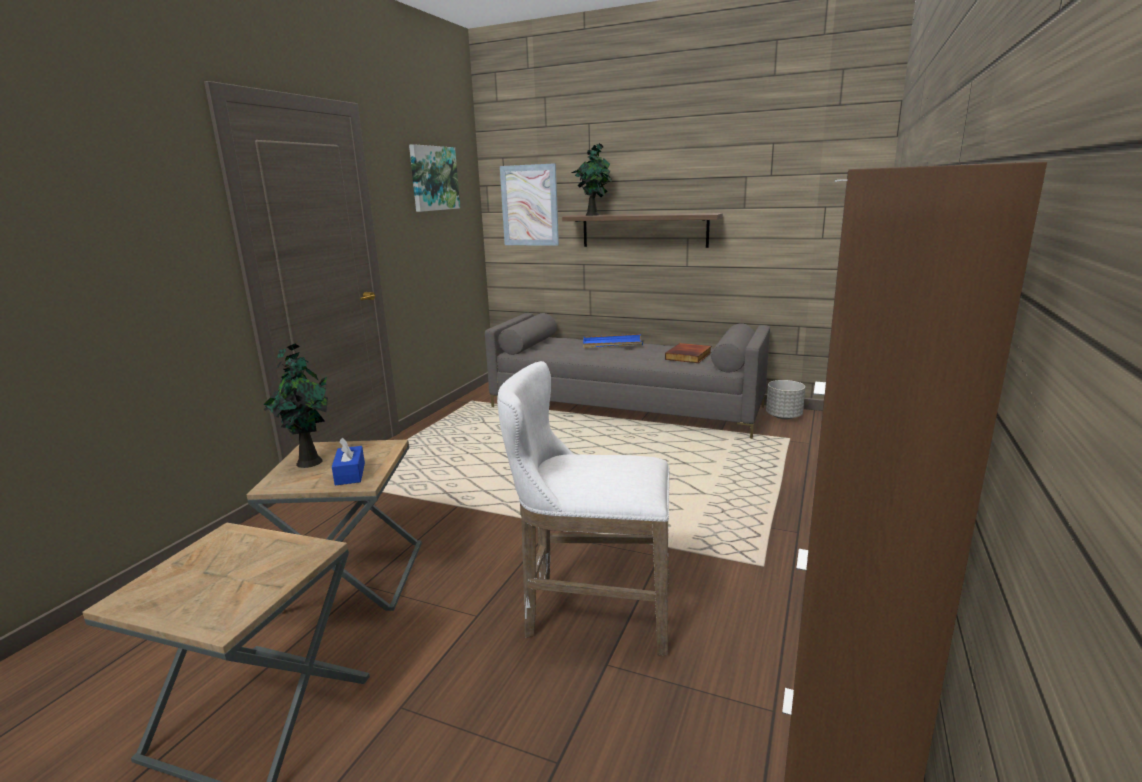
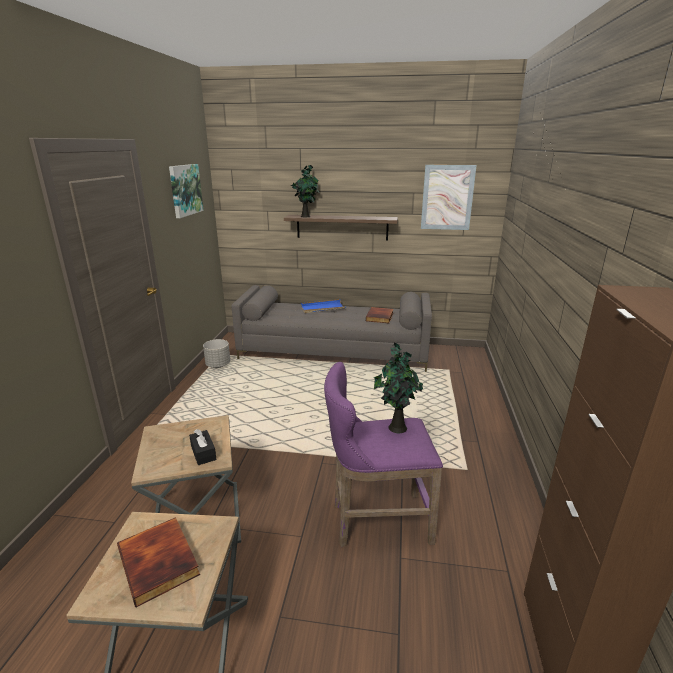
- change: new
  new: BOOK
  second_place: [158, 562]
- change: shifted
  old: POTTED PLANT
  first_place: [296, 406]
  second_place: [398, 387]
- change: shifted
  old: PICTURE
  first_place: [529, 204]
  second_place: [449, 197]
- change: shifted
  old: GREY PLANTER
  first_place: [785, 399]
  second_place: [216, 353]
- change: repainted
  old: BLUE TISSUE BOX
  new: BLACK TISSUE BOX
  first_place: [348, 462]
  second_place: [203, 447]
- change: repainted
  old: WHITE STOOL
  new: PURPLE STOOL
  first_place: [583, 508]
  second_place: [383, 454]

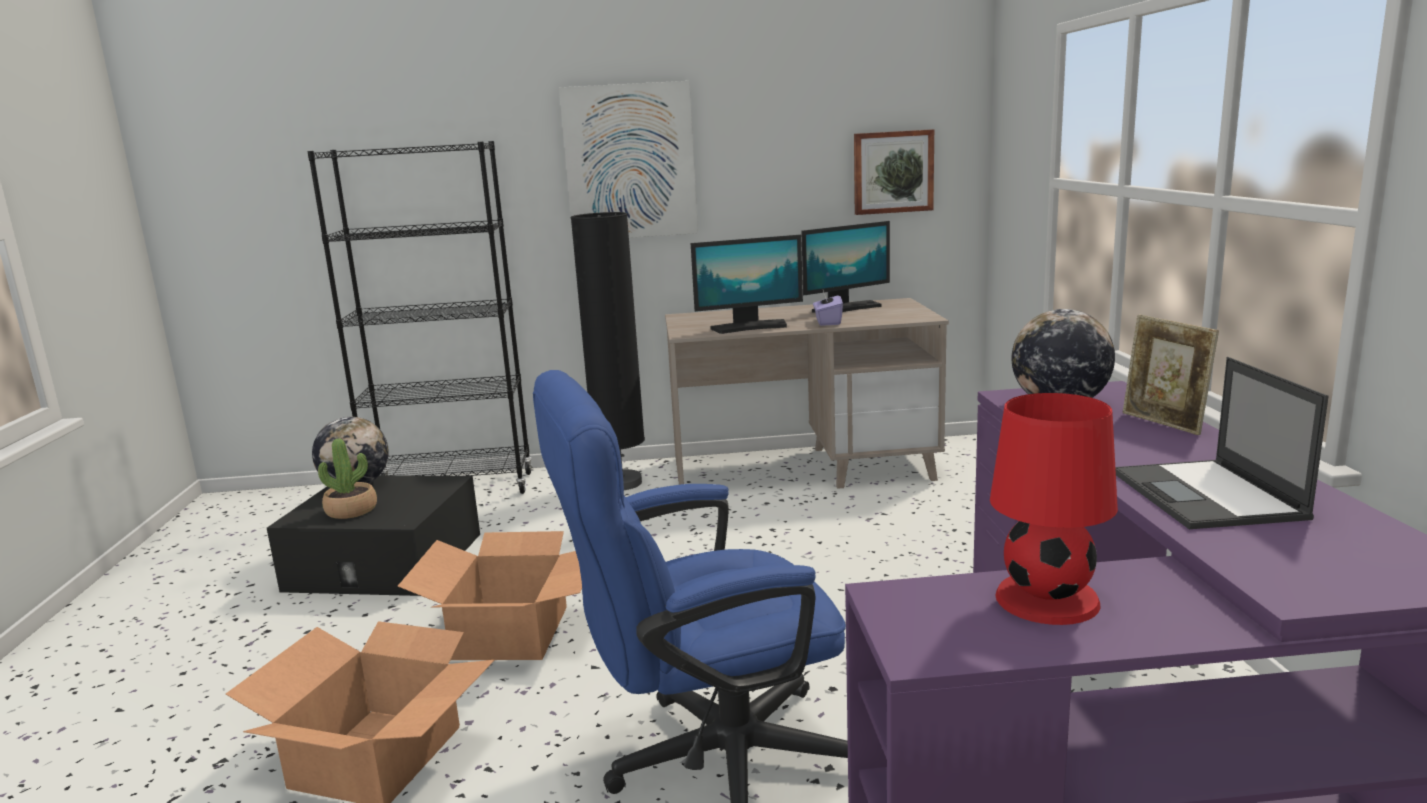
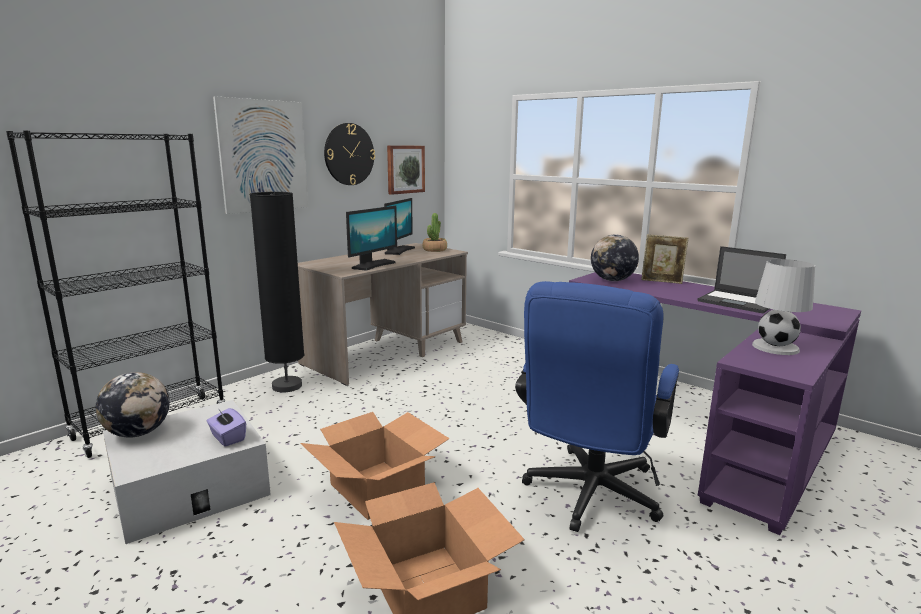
- change: new
  new: WALL CLOCK
  second_place: [349, 154]
- change: shifted
  old: POTTED PLANT
  first_place: [347, 479]
  second_place: [435, 232]
- change: shifted
  old: PURPLE TISSUE BOX
  first_place: [828, 308]
  second_place: [226, 427]
- change: repainted
  old: BLACK STORAGE BOX
  new: WHITE STORAGE BOX
  first_place: [373, 536]
  second_place: [187, 472]
- change: repainted
  old: RED TABLE LAMP
  new: WHITE TABLE LAMP
  first_place: [1054, 509]
  second_place: [783, 307]

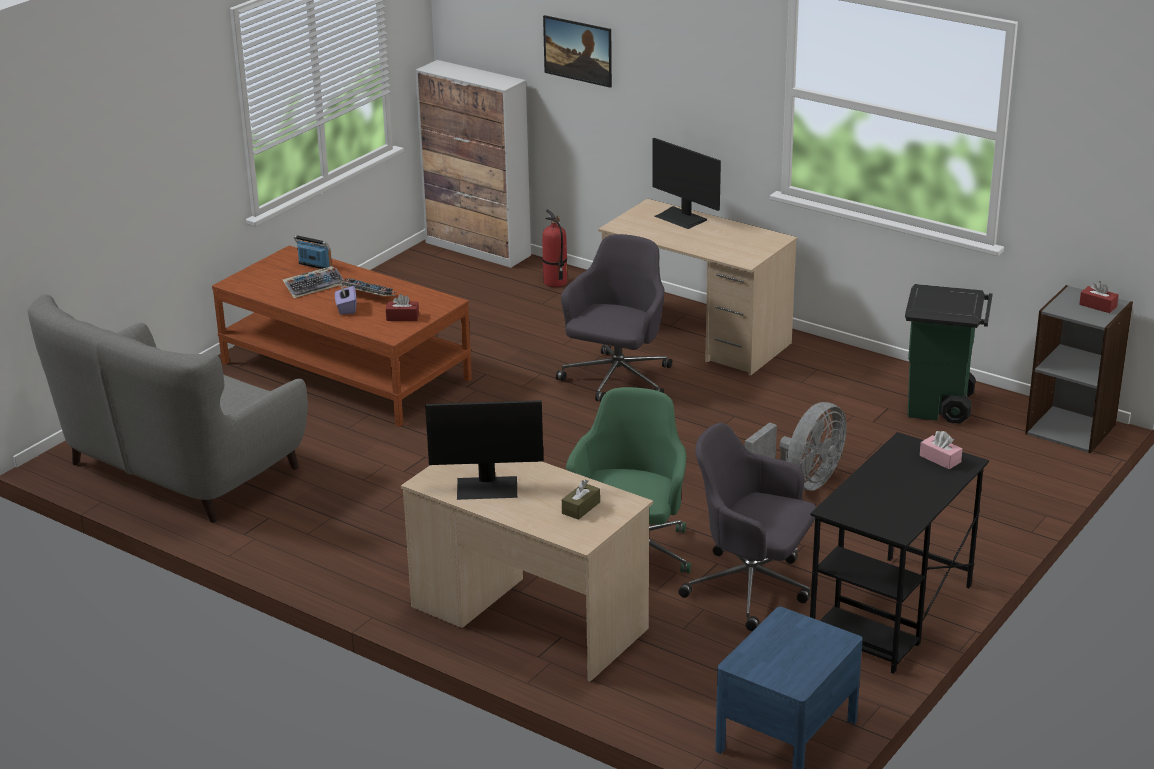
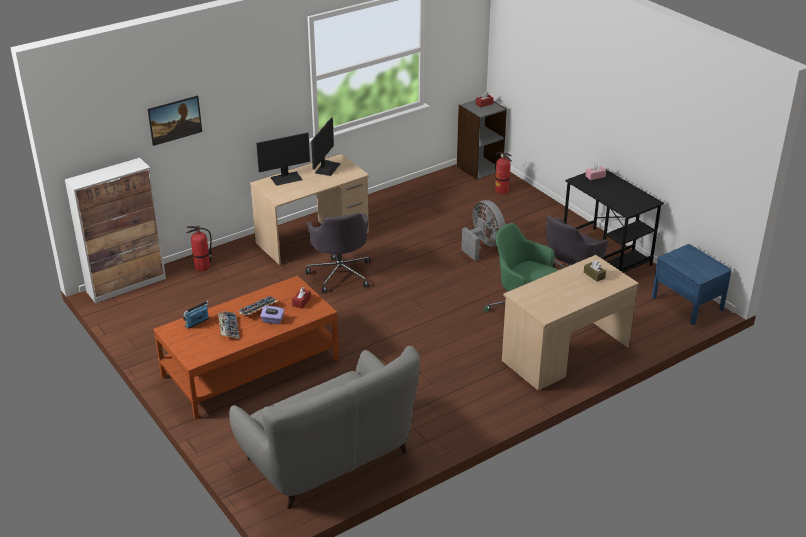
- change: gone
  old: GREEN TRASH CAN
  first_place: [949, 354]
- change: new
  new: FIRE EXTINGUISHER
  second_place: [503, 173]
- change: shifted
  old: MONITOR
  first_place: [484, 450]
  second_place: [326, 146]
- change: rotated
  old: GREY OFFICE CHAIR
  first_place: [614, 317]
  second_place: [338, 253]
  degrees: -150

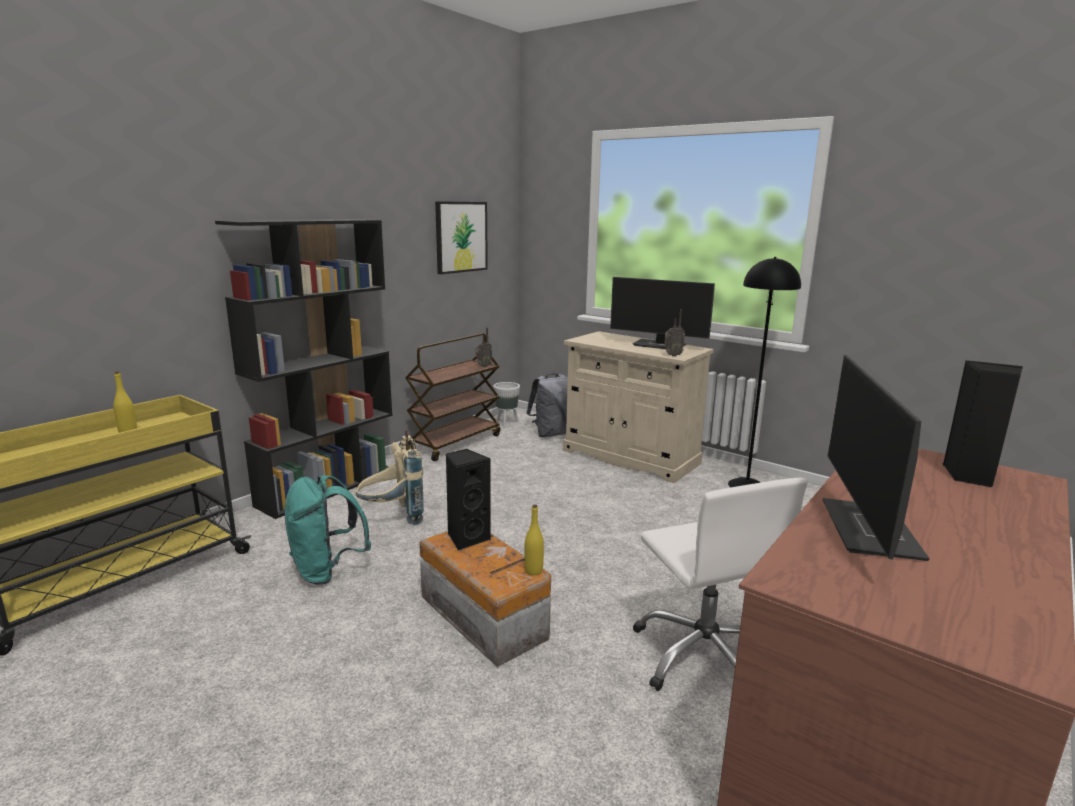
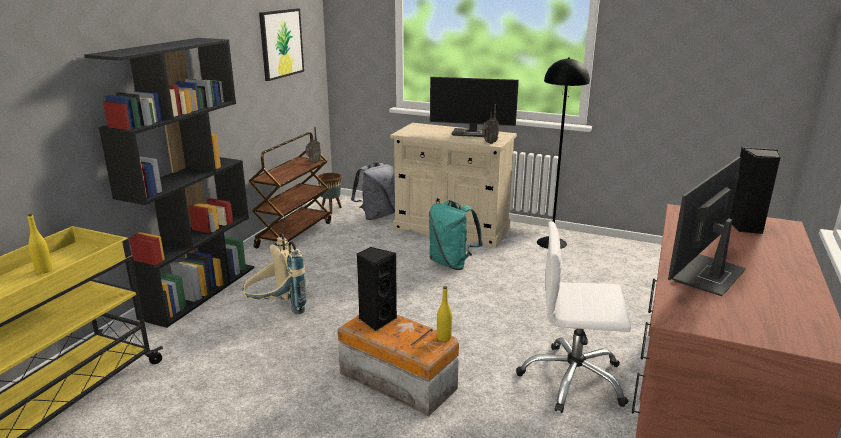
- change: shifted
  old: TURQUOISE BACKPACK
  first_place: [327, 530]
  second_place: [456, 235]
- change: repainted
  old: WHITE PLANTER
  new: BROWN PLANTER
  first_place: [507, 404]
  second_place: [330, 193]
- change: rotated
  old: WHITE OFFICE CHAIR
  first_place: [720, 584]
  second_place: [573, 317]
  degrees: 135
- change: rotated
  old: MONITOR
  first_place: [876, 458]
  second_place: [707, 226]
  degrees: 45

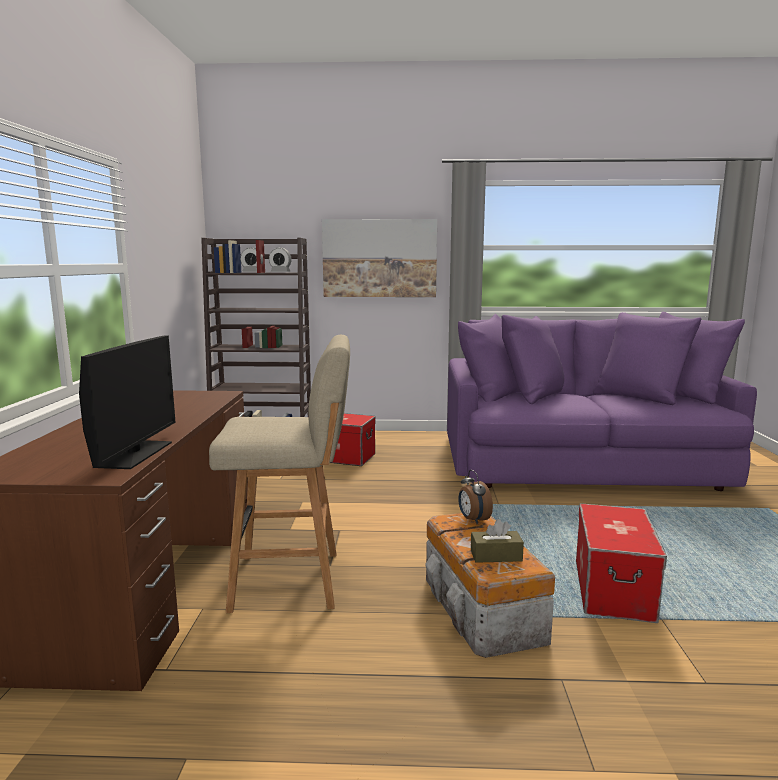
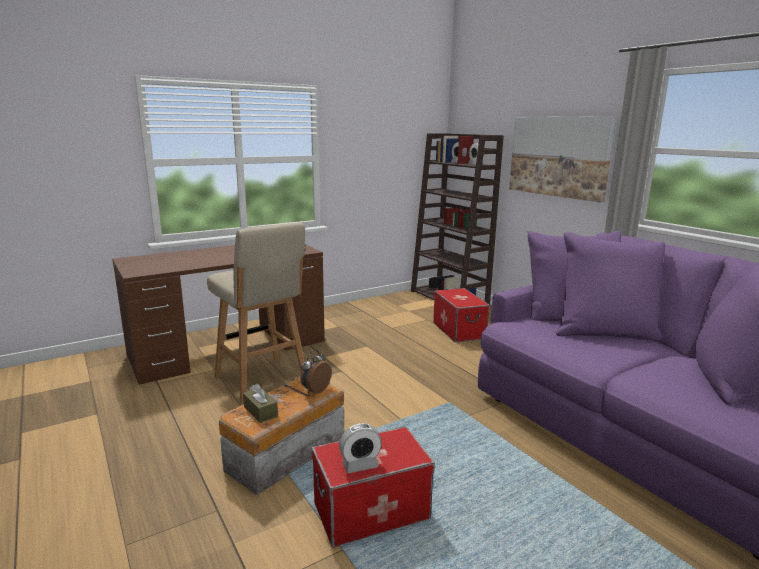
- change: gone
  old: MONITOR
  first_place: [127, 402]
- change: new
  new: ALARM CLOCK
  second_place: [360, 448]

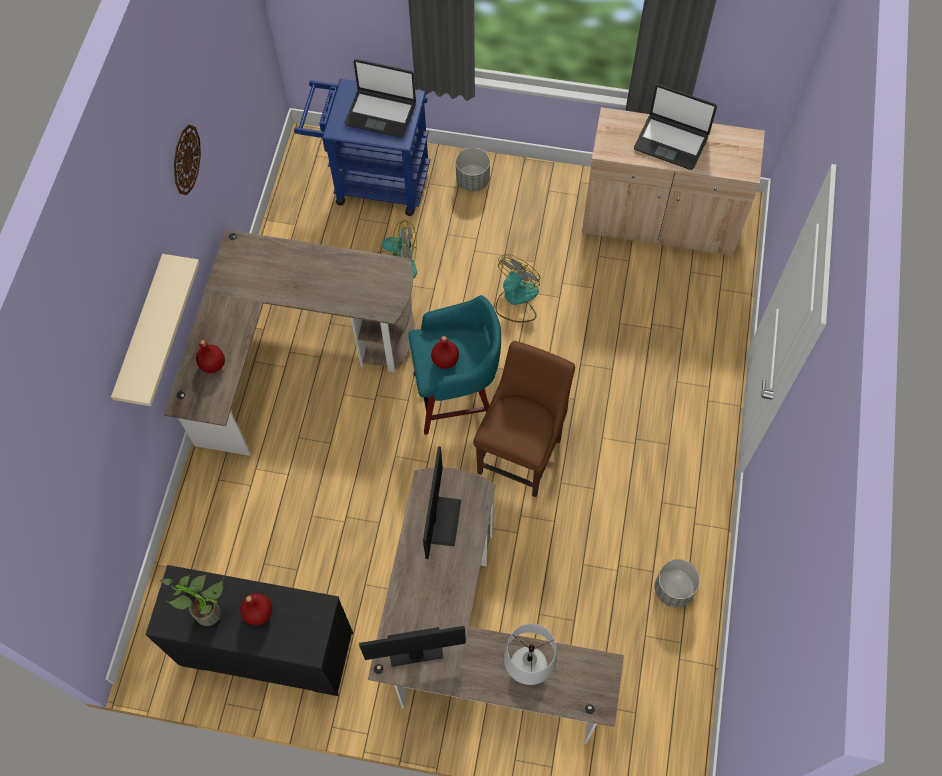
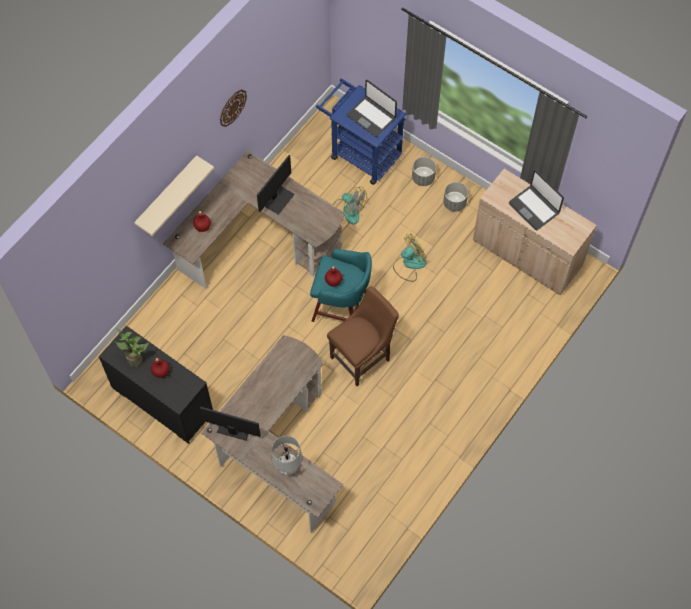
- change: shifted
  old: MONITOR
  first_place: [442, 502]
  second_place: [276, 185]
- change: shifted
  old: GREY PLANTER
  first_place: [677, 583]
  second_place: [455, 197]

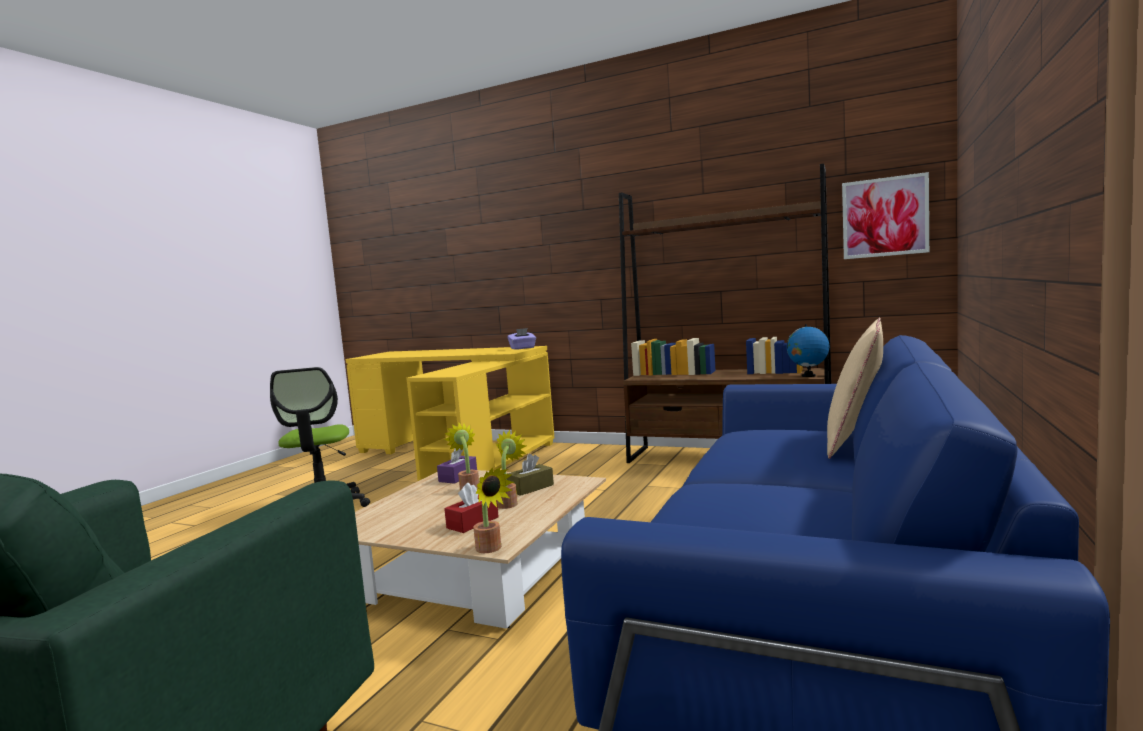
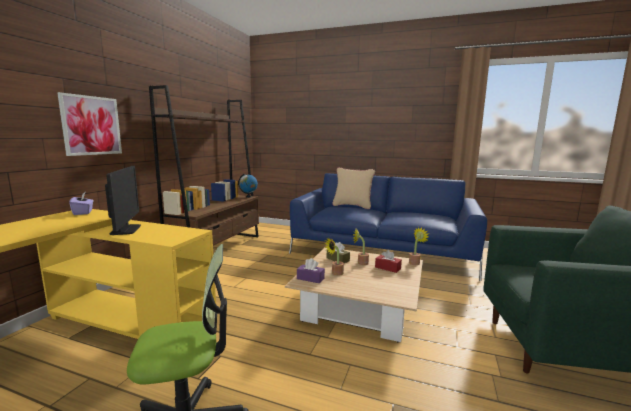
- change: new
  new: MONITOR
  second_place: [123, 200]
- change: shifted
  old: PICTURE
  first_place: [885, 215]
  second_place: [89, 124]

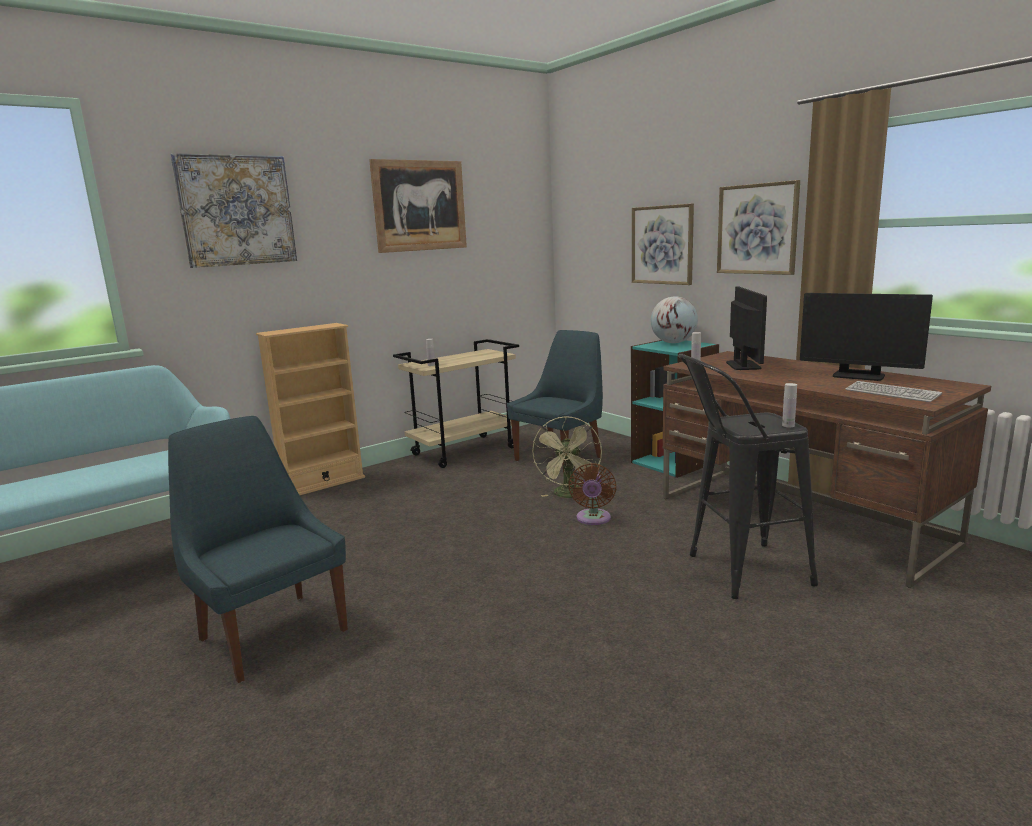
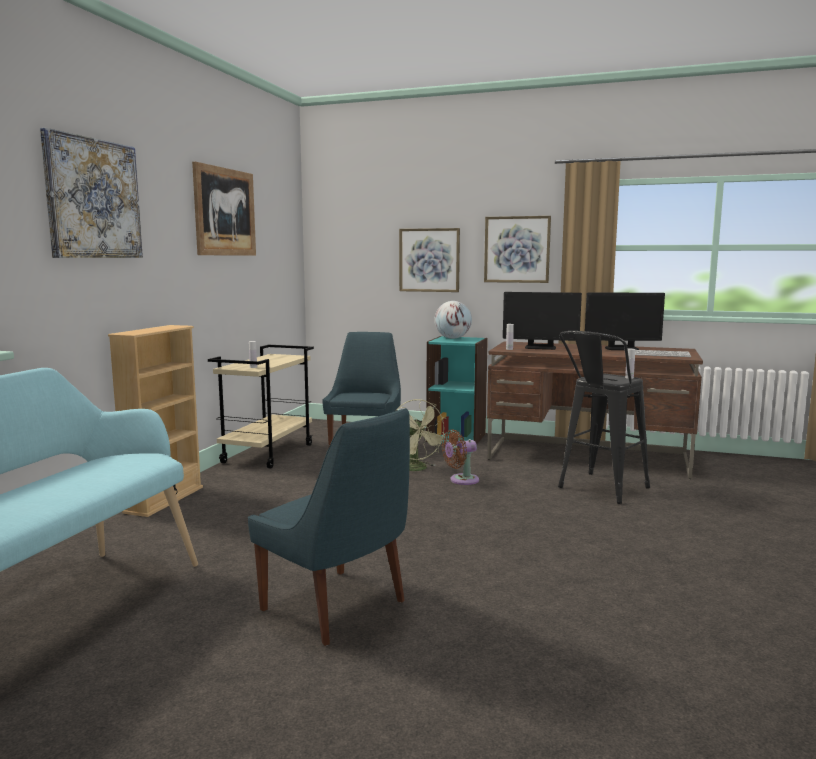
- change: rotated
  old: BLUE CHAIR
  first_place: [258, 549]
  second_place: [329, 527]
  degrees: -150
- change: rotated
  old: BROWN FAN
  first_place: [592, 494]
  second_place: [460, 457]
  degrees: 90
- change: rotated
  old: MONITOR
  first_place: [746, 328]
  second_place: [542, 321]
  degrees: 135

